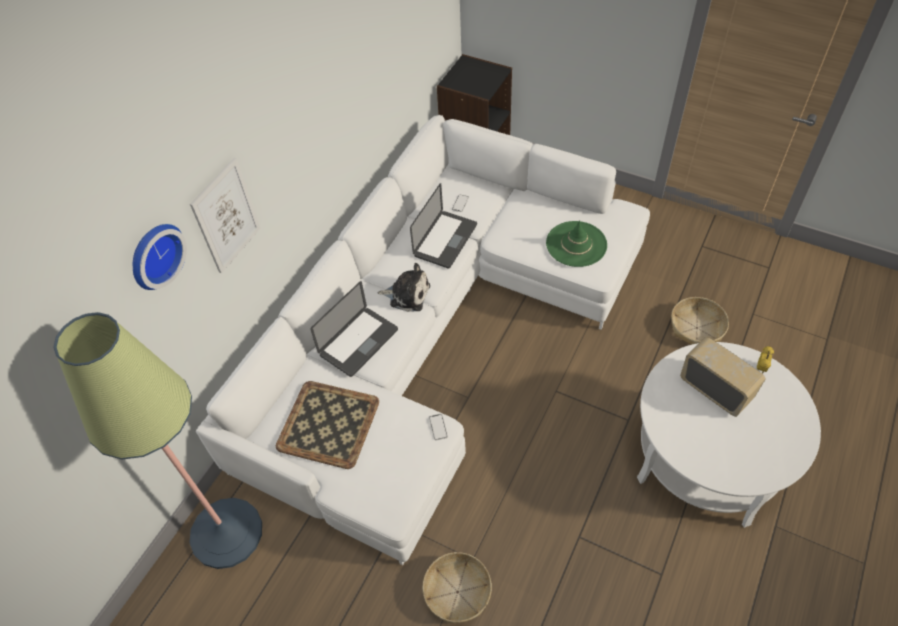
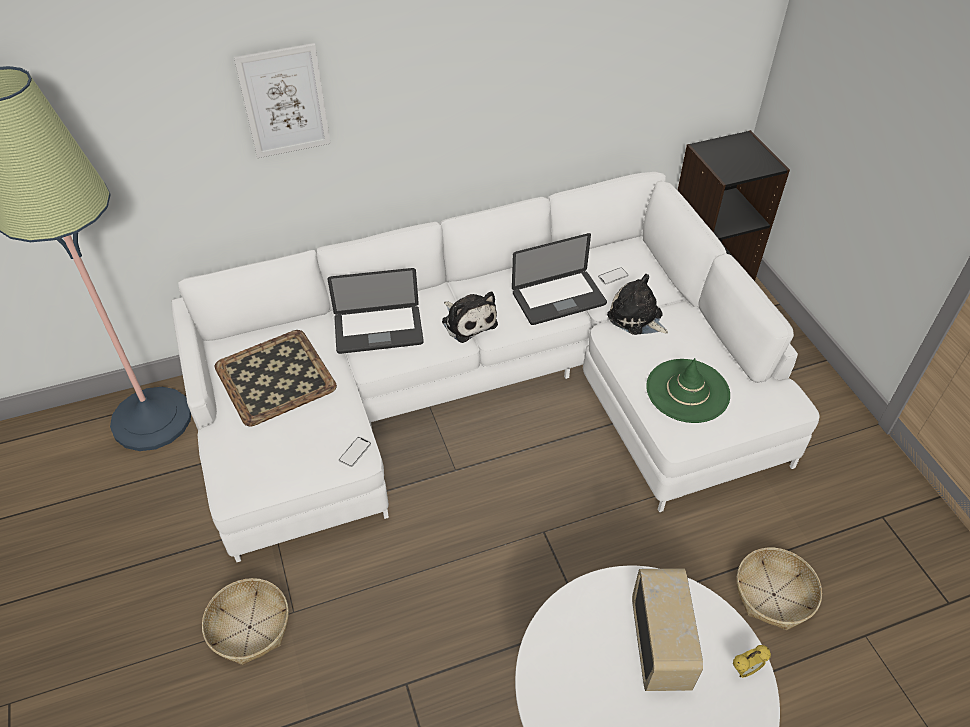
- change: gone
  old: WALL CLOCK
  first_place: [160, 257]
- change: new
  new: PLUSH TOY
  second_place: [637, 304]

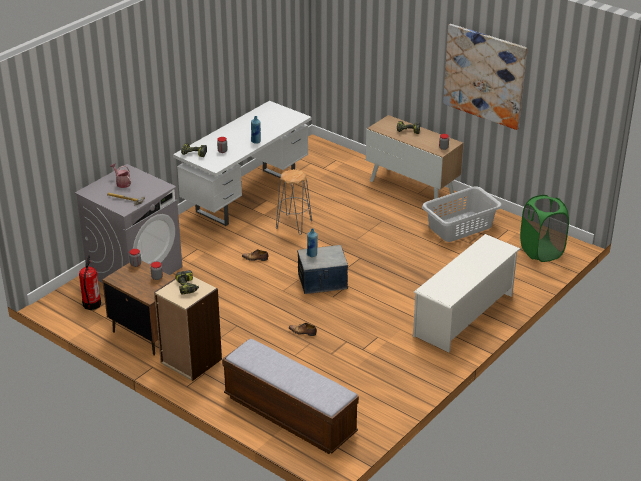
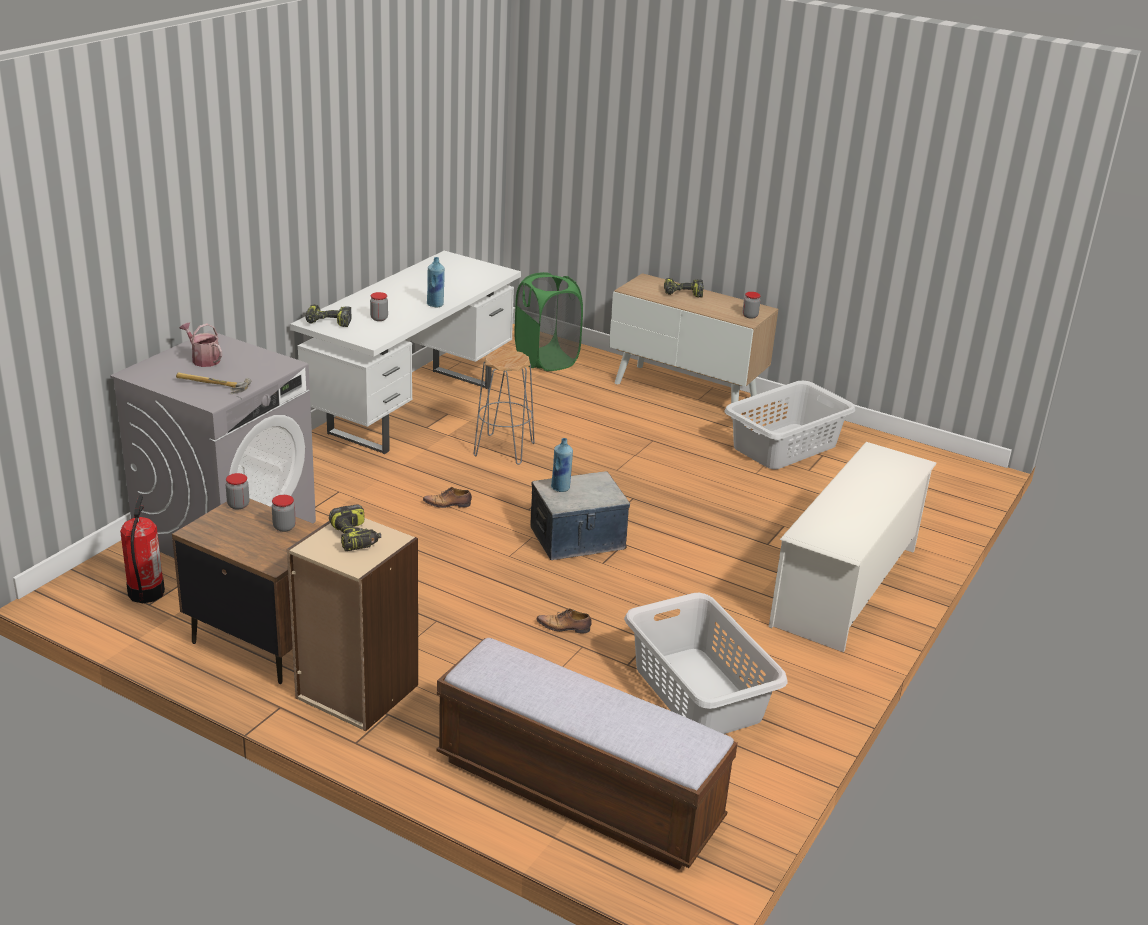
- change: gone
  old: PICTURE
  first_place: [485, 77]
- change: new
  new: GREY LAUNDRY BASKET
  second_place: [706, 663]
- change: shifted
  old: GREEN LAUNDRY BASKET
  first_place: [544, 228]
  second_place: [548, 321]

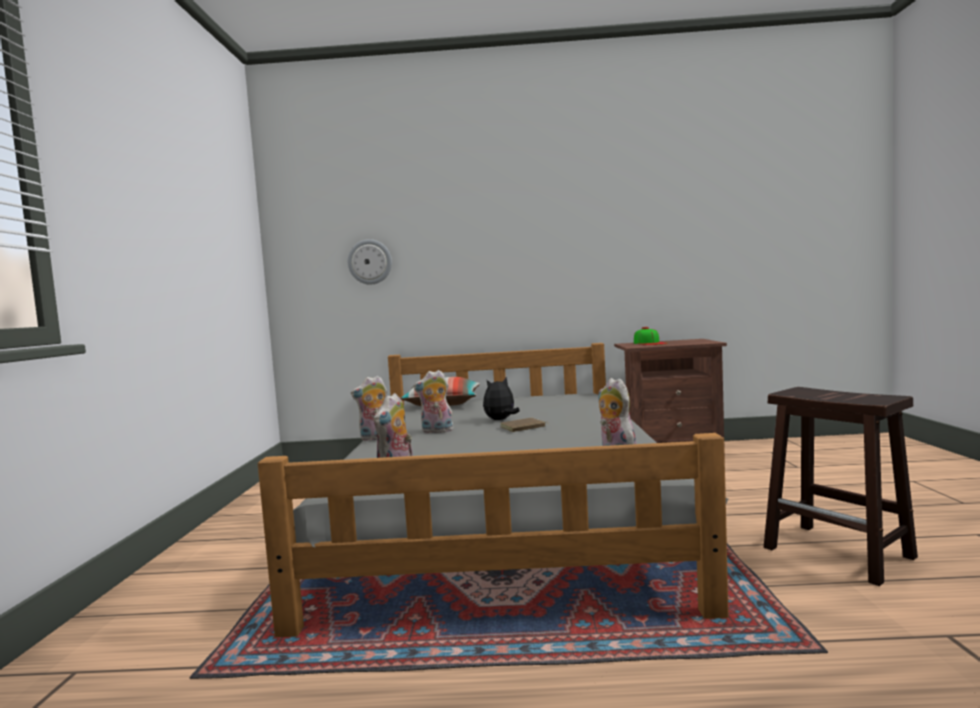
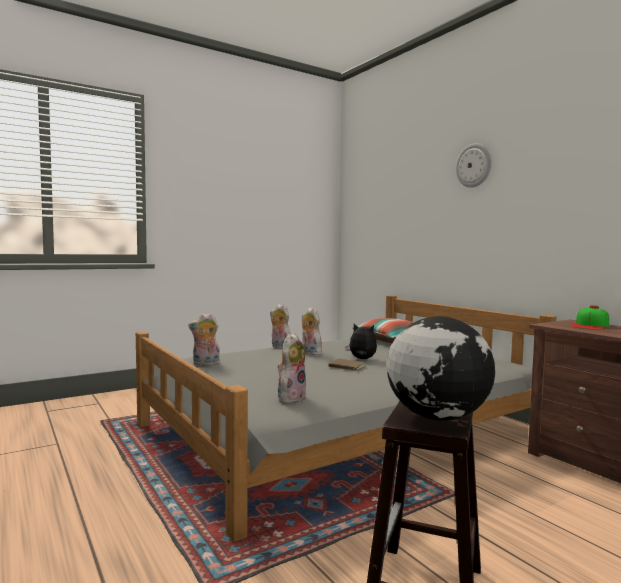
- change: new
  new: GLOBE
  second_place: [441, 368]
- change: shifted
  old: WALL CLOCK
  first_place: [370, 262]
  second_place: [474, 165]

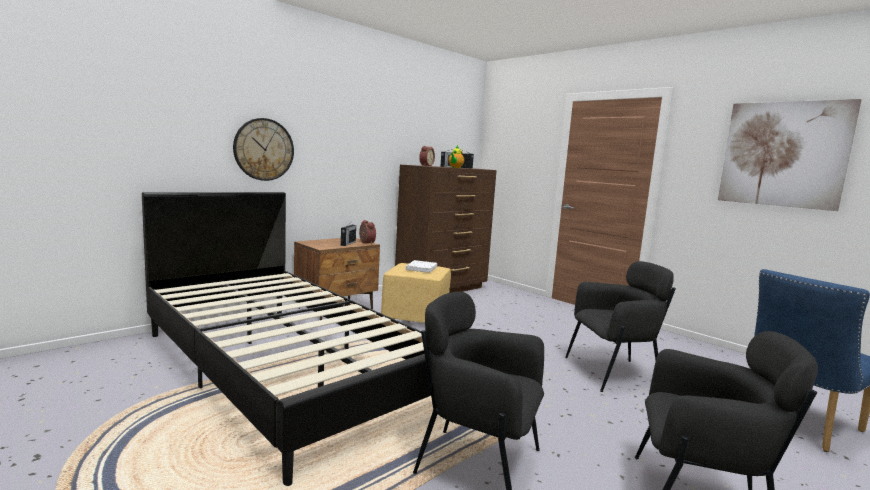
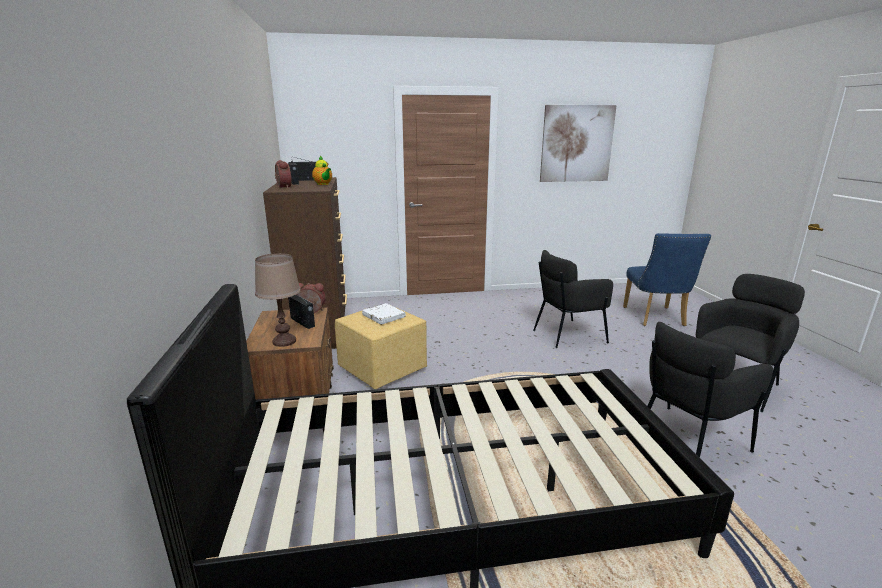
- change: gone
  old: WALL CLOCK
  first_place: [263, 149]
- change: new
  new: BROWN TABLE LAMP
  second_place: [278, 300]
- change: rotated
  old: BLACK ARMCHAIR
  first_place: [620, 326]
  second_place: [573, 299]
  degrees: -135

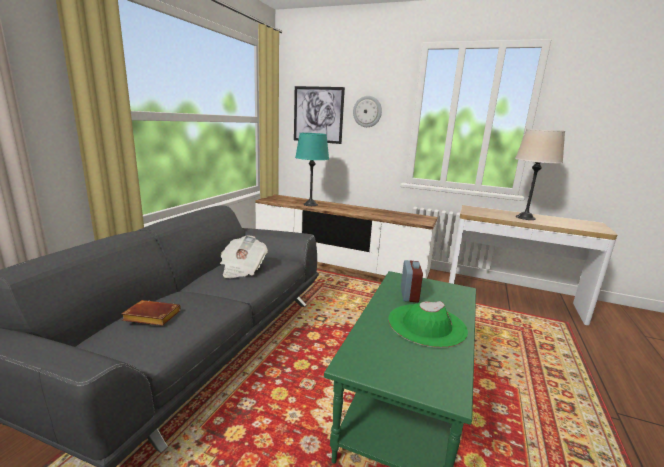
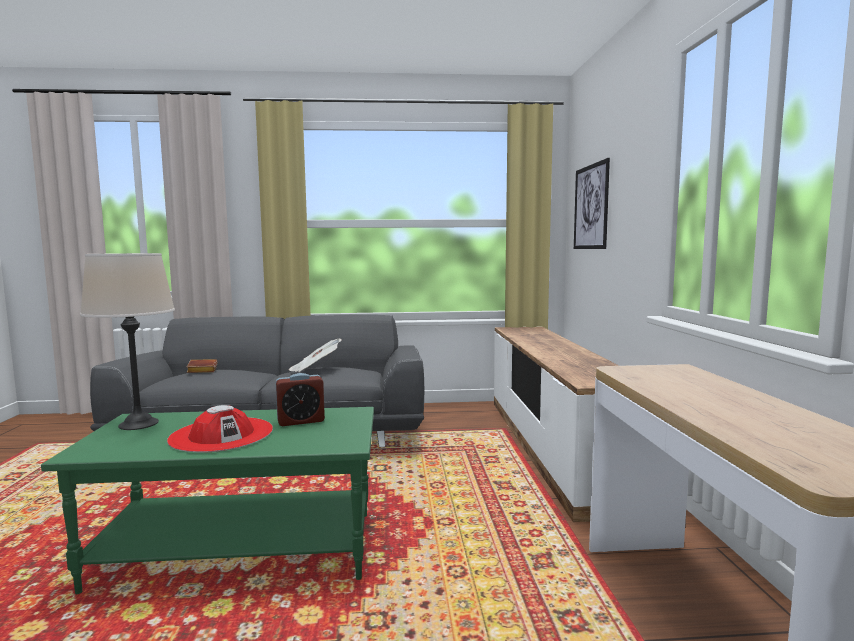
- change: gone
  old: TURQUOISE TABLE LAMP
  first_place: [312, 169]
- change: gone
  old: WALL CLOCK
  first_place: [367, 111]
- change: shifted
  old: BEIGE TABLE LAMP
  first_place: [540, 174]
  second_place: [127, 341]
- change: repainted
  old: GREEN HAT
  new: RED HAT
  first_place: [428, 324]
  second_place: [220, 429]

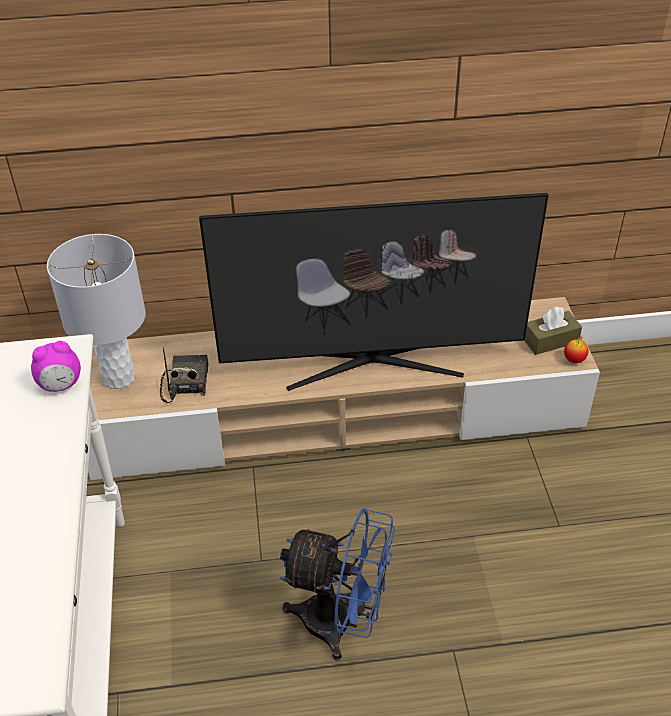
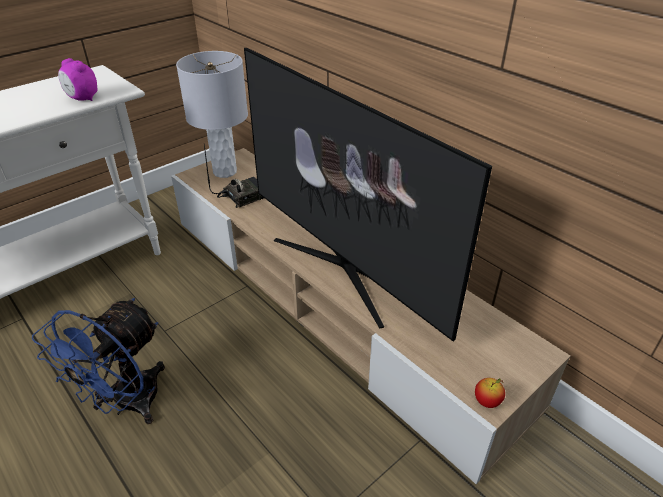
- change: gone
  old: BROWN TISSUE BOX
  first_place: [553, 331]
- change: rotated
  old: BLUE FAN
  first_place: [337, 584]
  second_place: [98, 361]
  degrees: 45

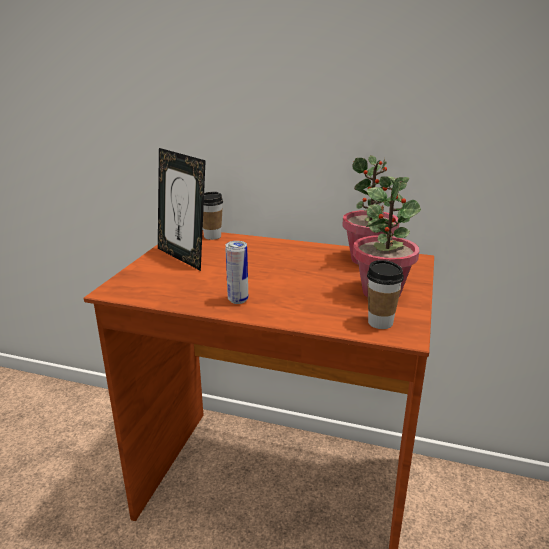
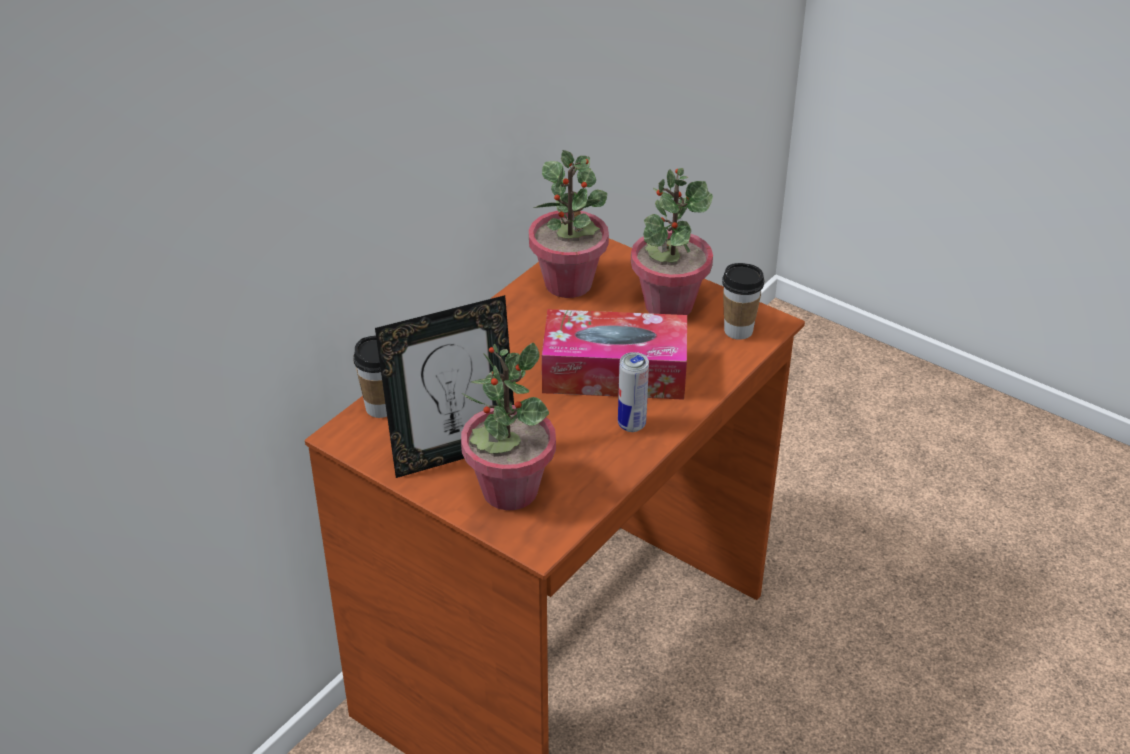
- change: new
  new: POTTED PLANT
  second_place: [508, 426]
- change: new
  new: TISSUE BOX
  second_place: [614, 354]

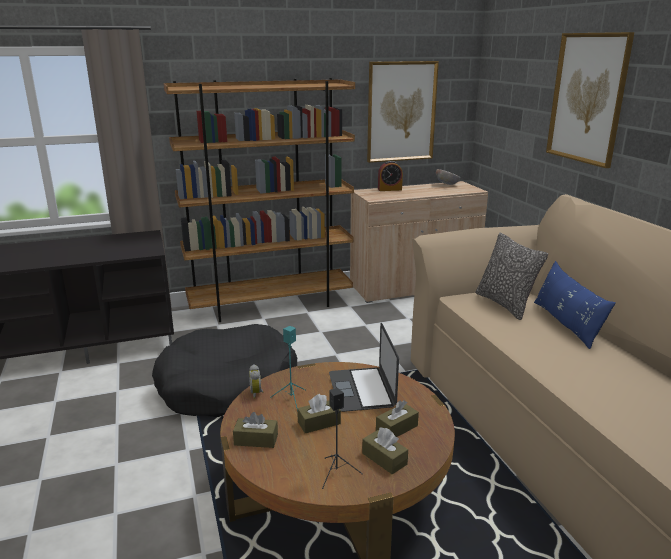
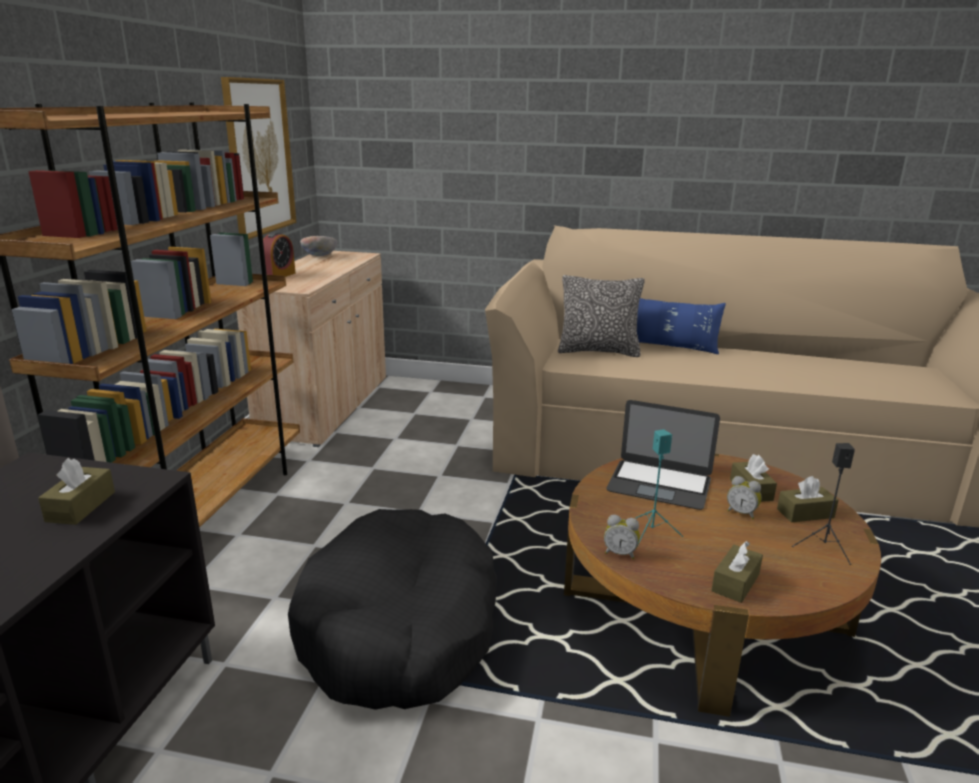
- change: gone
  old: PICTURE
  first_place: [590, 100]
- change: new
  new: ALARM CLOCK
  second_place: [744, 497]
- change: shifted
  old: BROWN TISSUE BOX
  first_place: [319, 413]
  second_place: [76, 491]

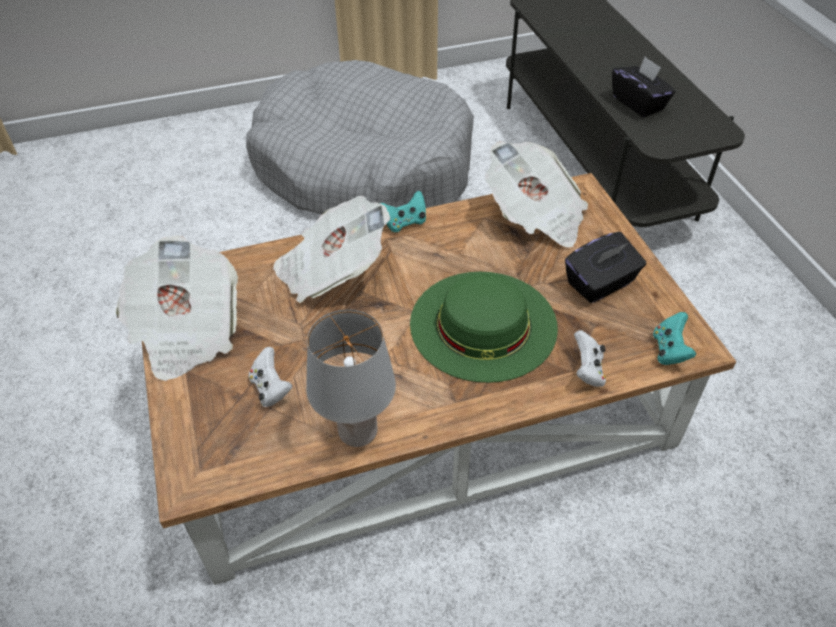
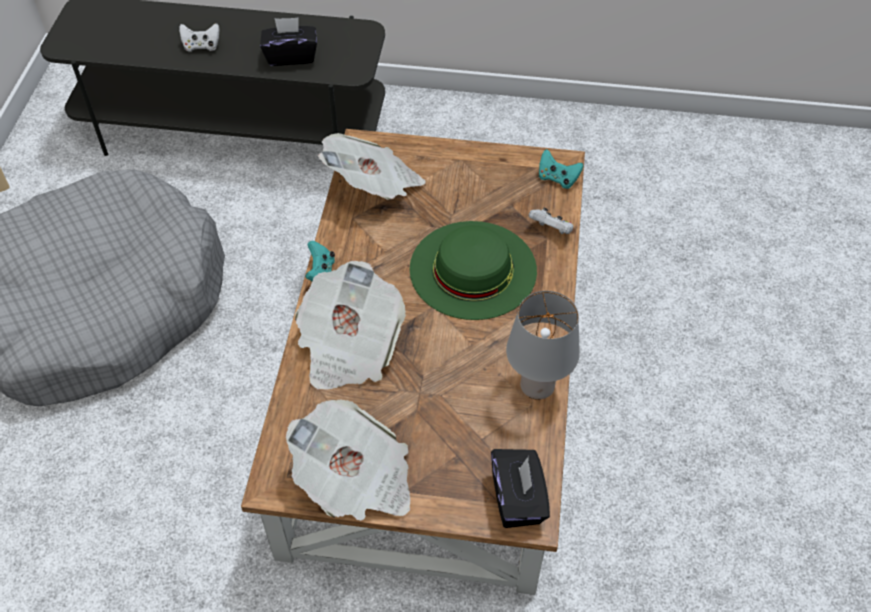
- change: shifted
  old: WHITE GAME CONTROLLER
  first_place: [270, 377]
  second_place: [199, 37]
- change: shifted
  old: BLACK TISSUE BOX
  first_place: [605, 267]
  second_place: [520, 488]

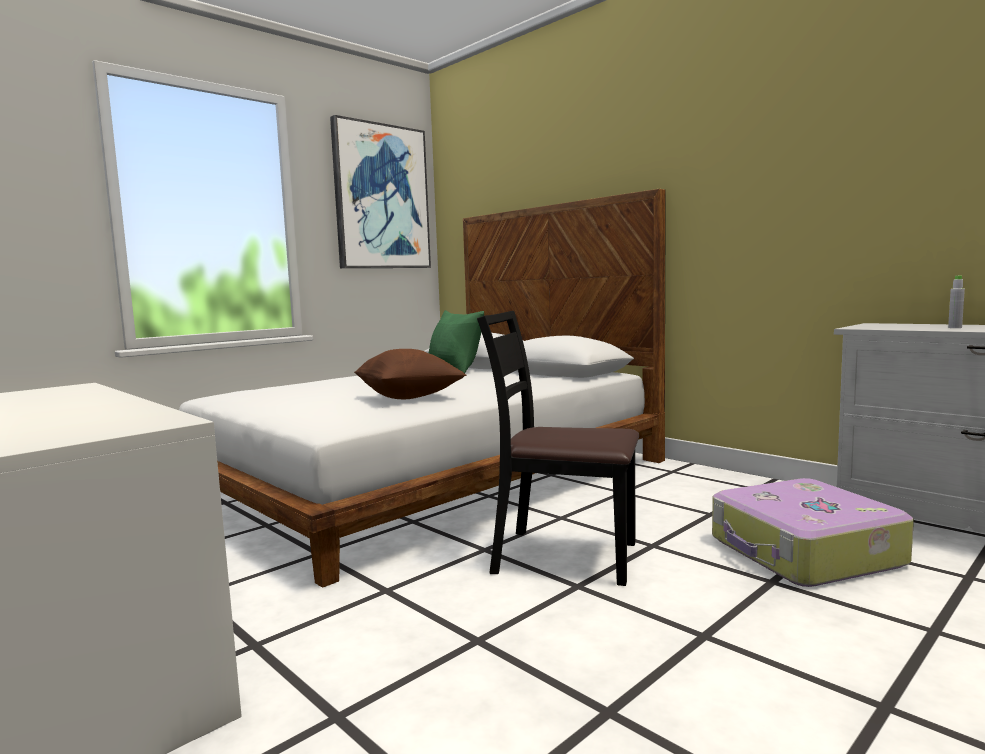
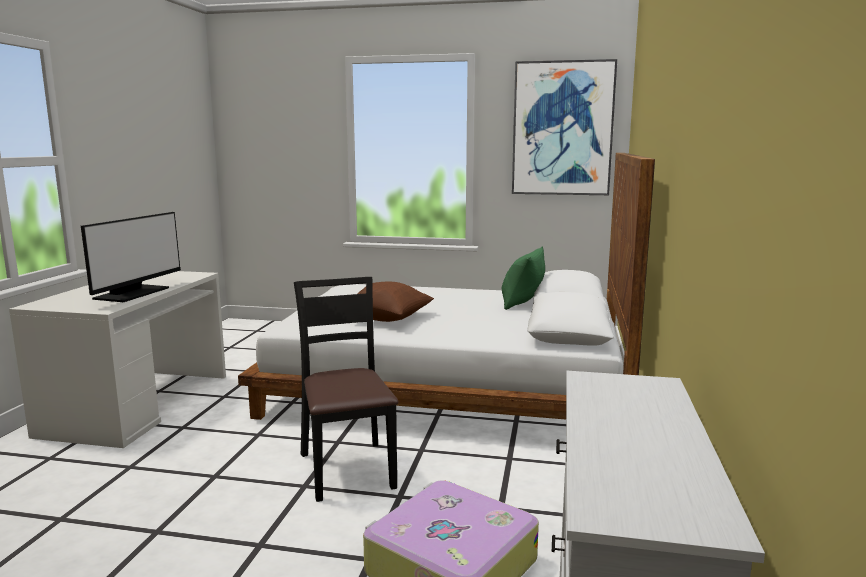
- change: gone
  old: GREY BOTTLE
  first_place: [956, 302]
- change: new
  new: MONITOR
  second_place: [131, 257]

